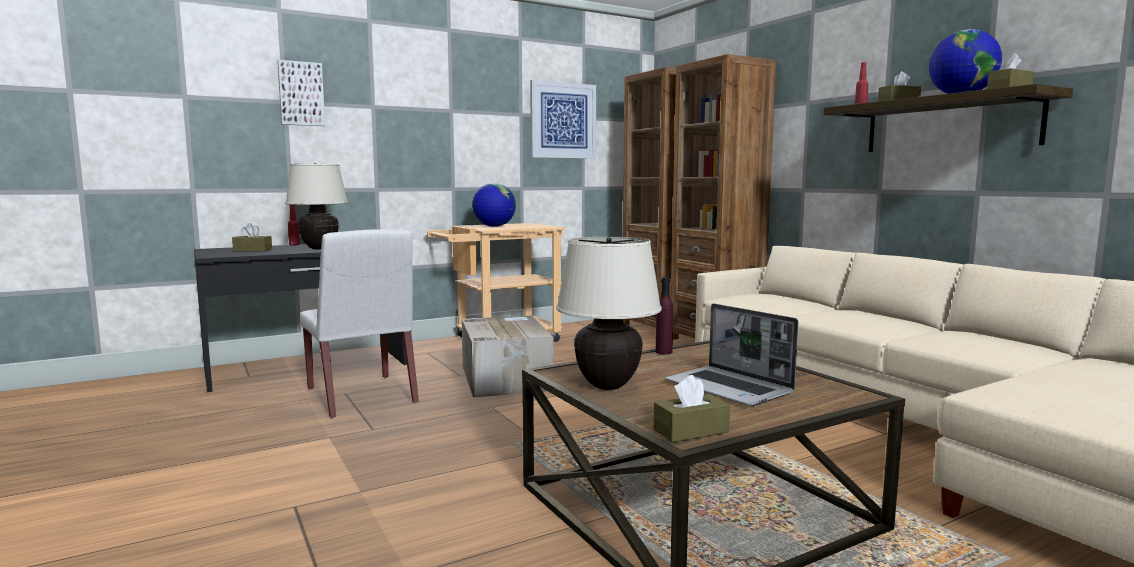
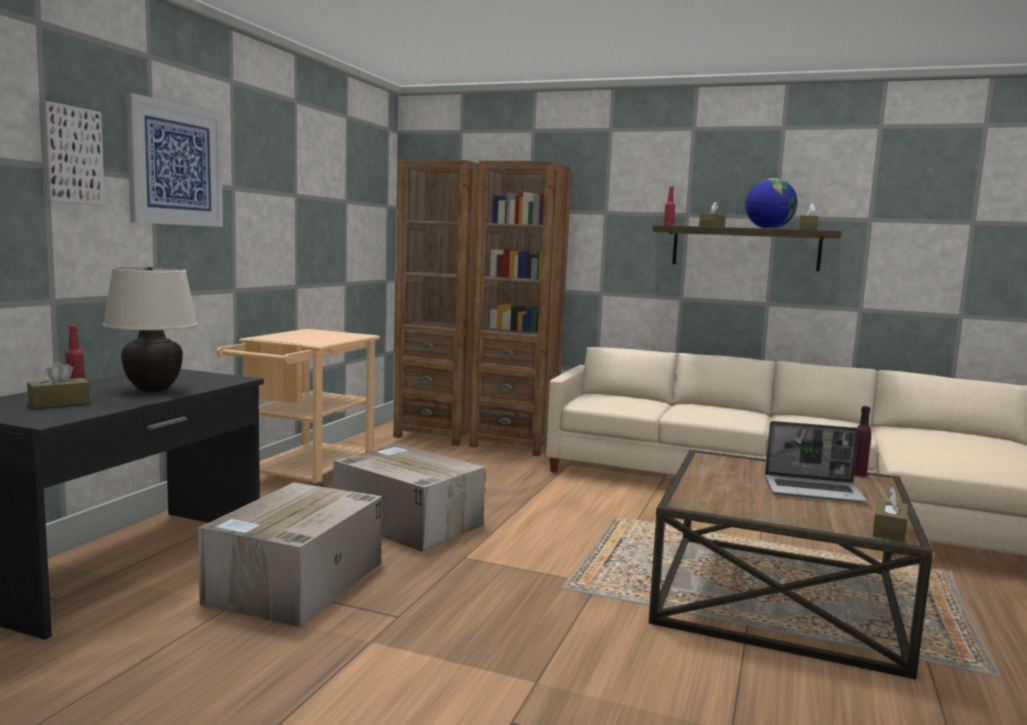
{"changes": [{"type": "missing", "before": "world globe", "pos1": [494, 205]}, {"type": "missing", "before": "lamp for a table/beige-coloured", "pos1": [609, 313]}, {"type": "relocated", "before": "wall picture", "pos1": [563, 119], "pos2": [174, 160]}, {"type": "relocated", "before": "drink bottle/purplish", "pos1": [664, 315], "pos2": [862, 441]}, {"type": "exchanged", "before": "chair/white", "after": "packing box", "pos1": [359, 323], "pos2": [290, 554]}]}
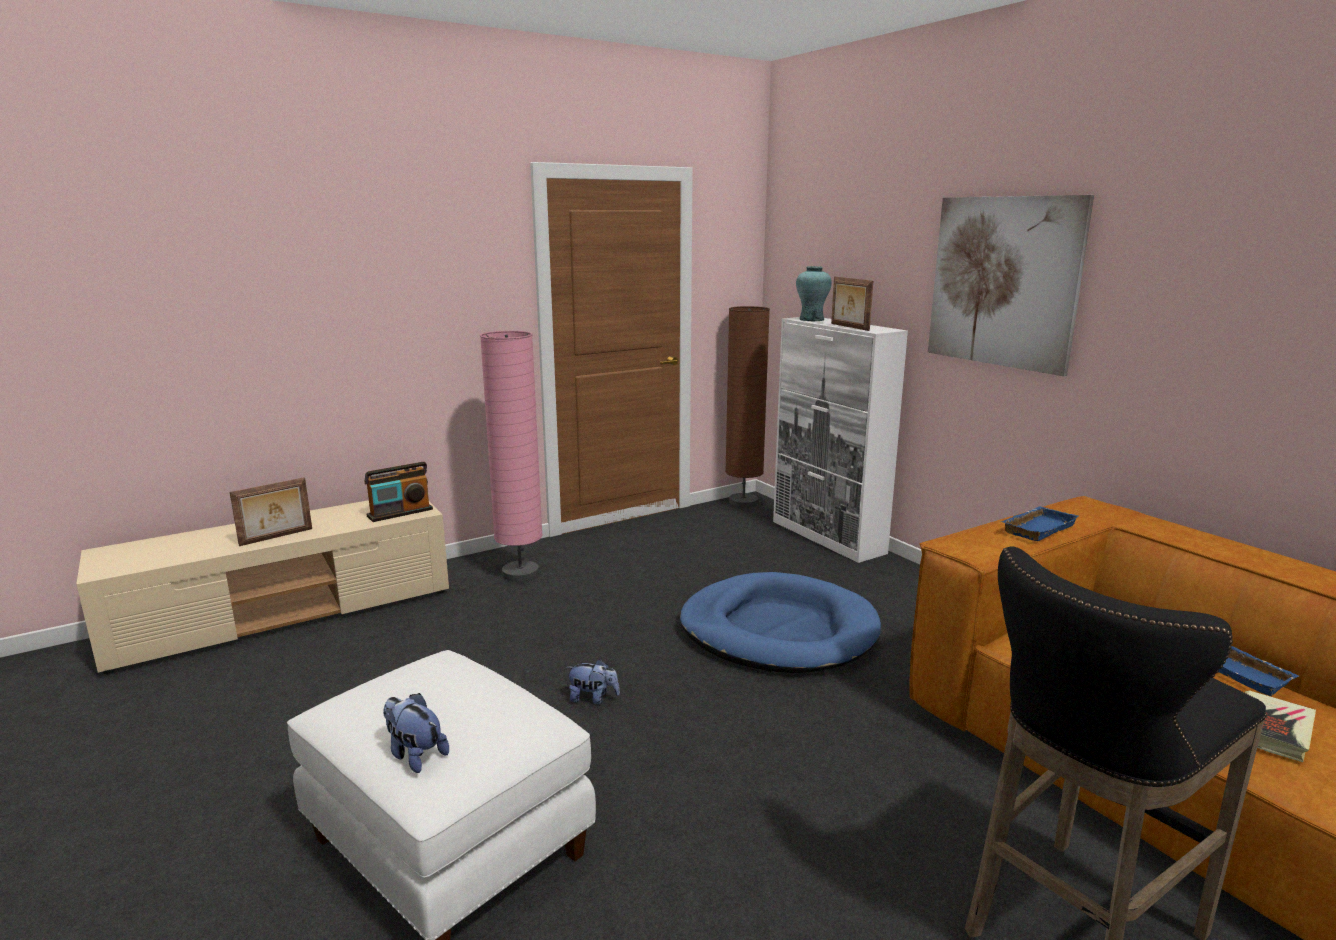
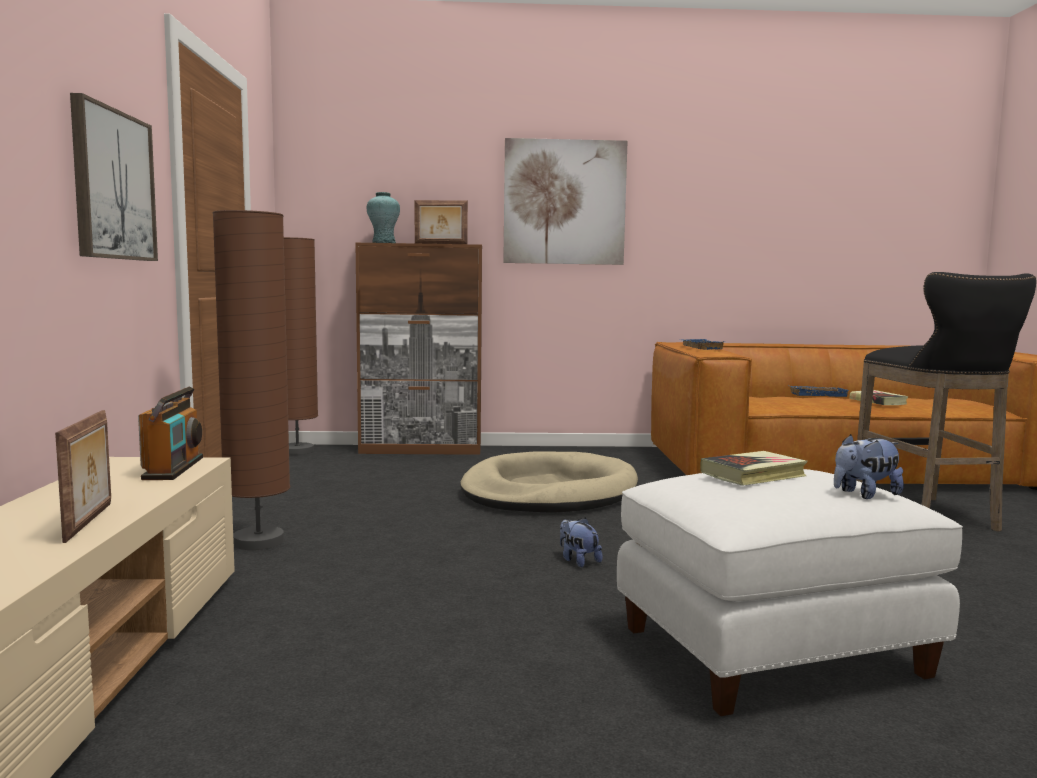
{"changes": [{"type": "appeared", "after": "wall picture", "pos2": [114, 177]}, {"type": "appeared", "after": "volume", "pos2": [754, 468]}, {"type": "colour", "before": "standing lamp/pink-coloured", "after": "standing lamp/brownish", "pos1": [511, 456], "pos2": [251, 380]}, {"type": "colour", "before": "dog bed/blue", "after": "dog bed/beige-coloured", "pos1": [780, 622], "pos2": [549, 482]}, {"type": "colour", "before": "cabinet/white", "after": "cabinet/brownish", "pos1": [840, 440], "pos2": [418, 349]}, {"type": "spun", "before": "plush toy", "pos1": [593, 681], "pos2": [581, 542], "turn": -75}]}
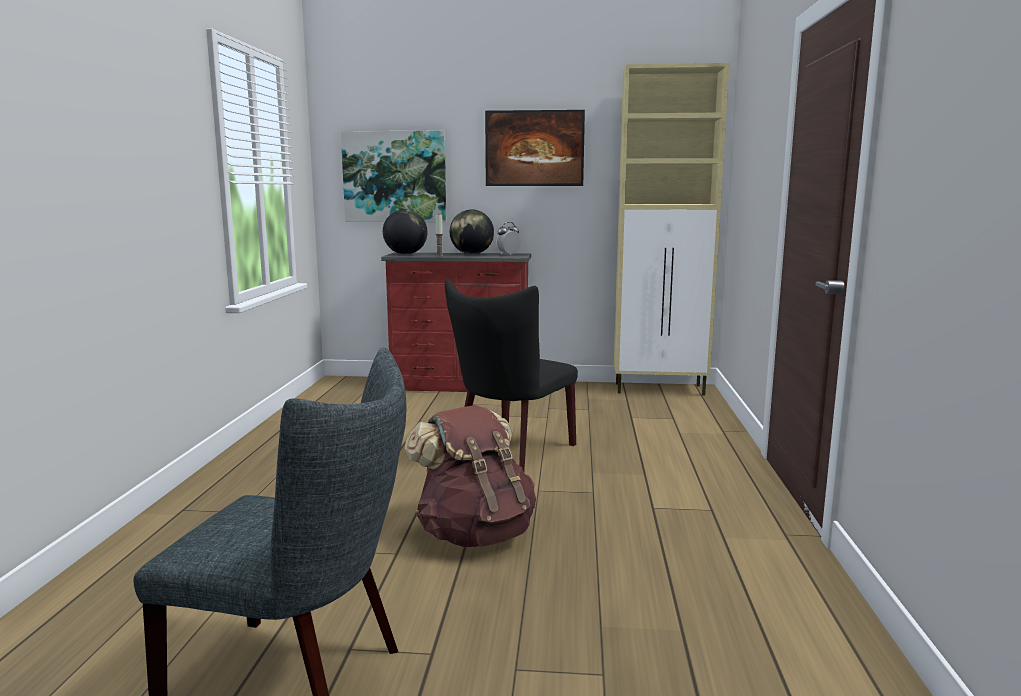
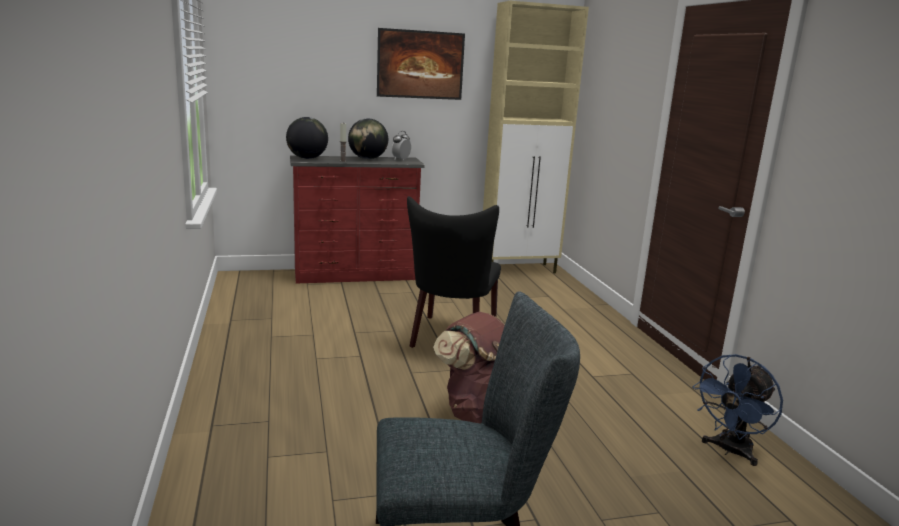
{"changes": [{"type": "missing", "before": "wall picture", "pos1": [393, 176]}, {"type": "appeared", "after": "fan/blue", "pos2": [738, 410]}]}
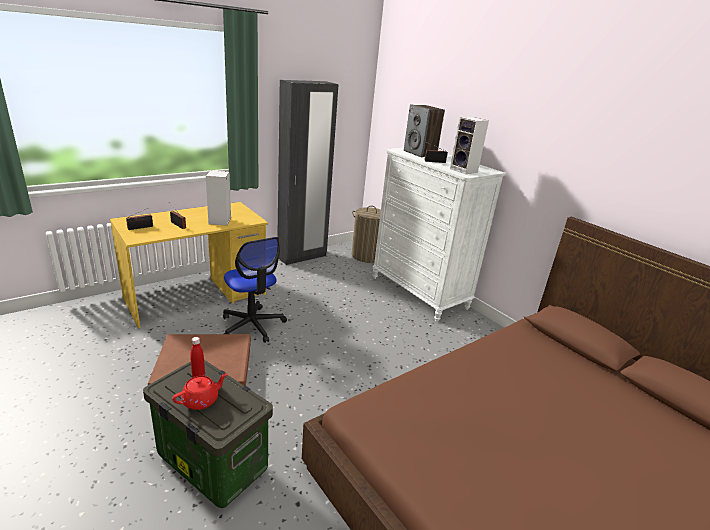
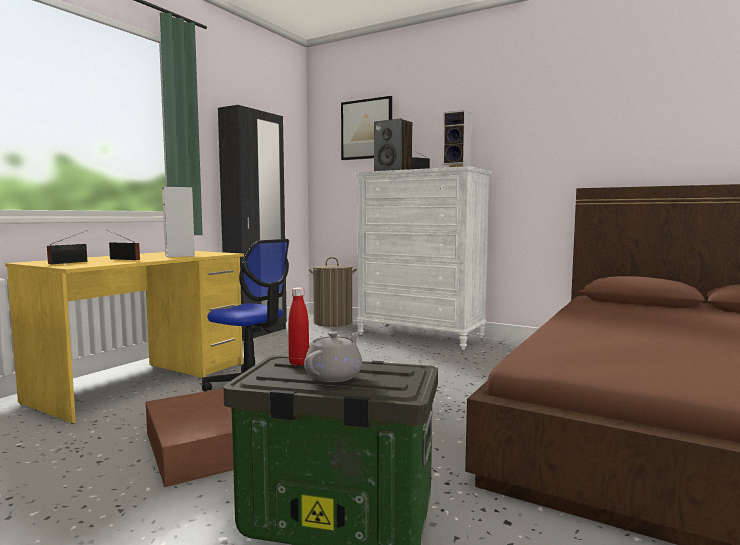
{"changes": [{"type": "appeared", "after": "wall picture", "pos2": [366, 128]}, {"type": "colour", "before": "tea pot/red", "after": "tea pot/greyish", "pos1": [200, 391], "pos2": [333, 356]}]}
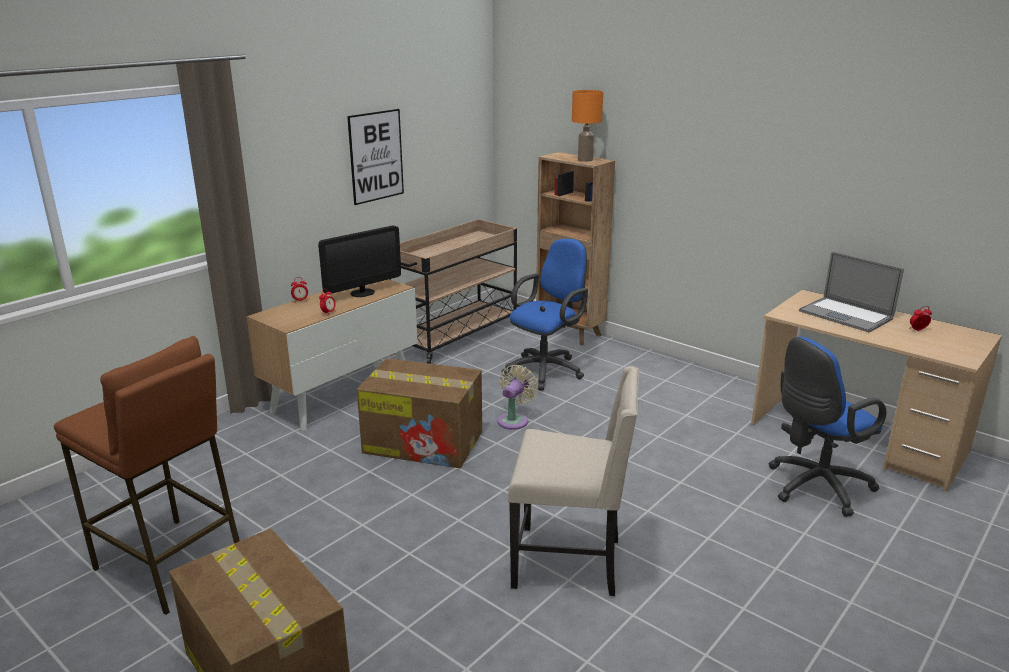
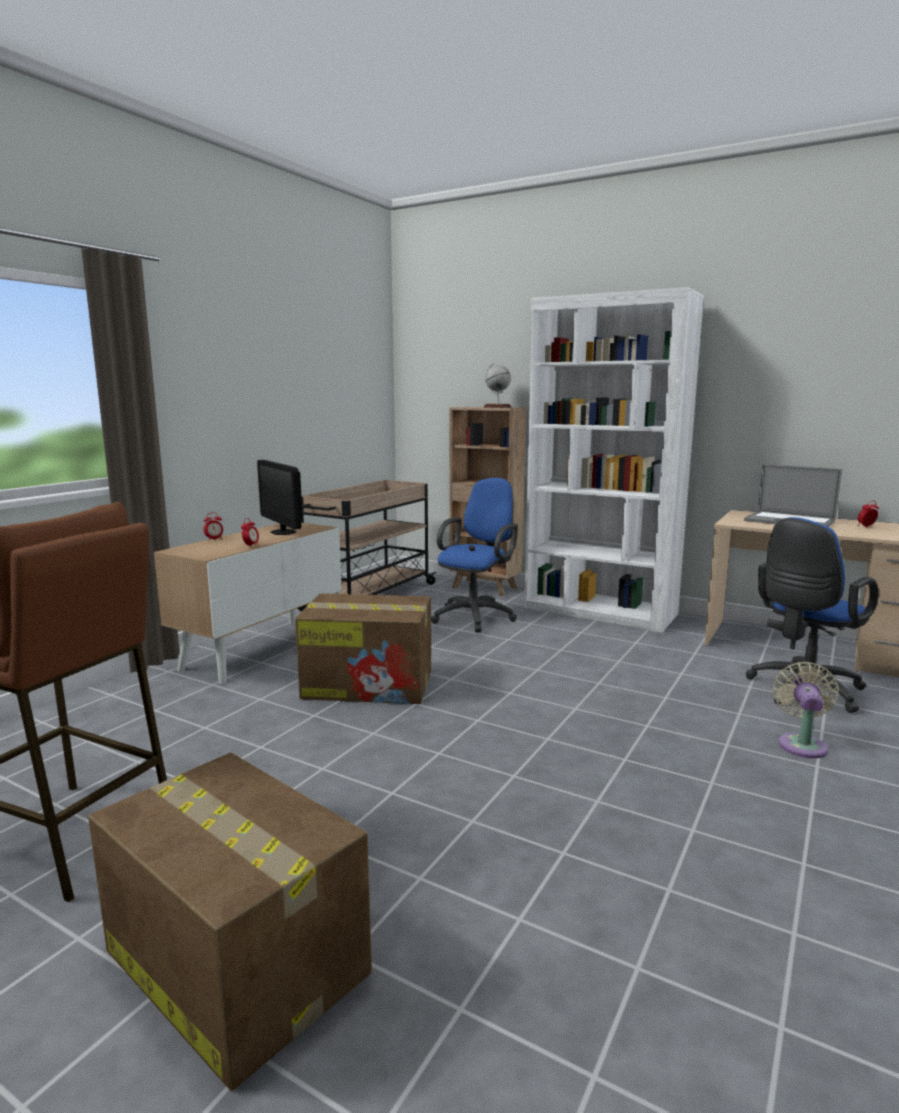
{"changes": [{"type": "missing", "before": "wall picture", "pos1": [375, 157]}, {"type": "missing", "before": "chair/beige-coloured", "pos1": [573, 481]}, {"type": "appeared", "after": "bookcase/white", "pos2": [614, 460]}, {"type": "relocated", "before": "fan/beige-coloured", "pos1": [517, 397], "pos2": [806, 710]}, {"type": "exchanged", "before": "lamp for a table/orange", "after": "world globe", "pos1": [587, 126], "pos2": [498, 386]}, {"type": "spun", "before": "computer screen", "pos1": [359, 261], "pos2": [280, 497], "turn": 105}]}
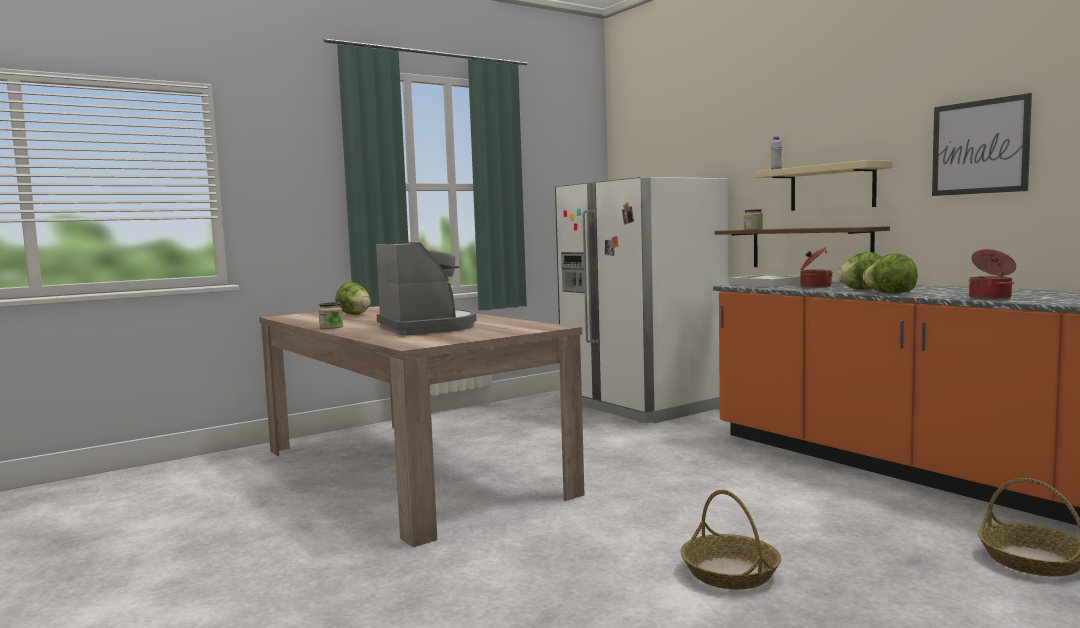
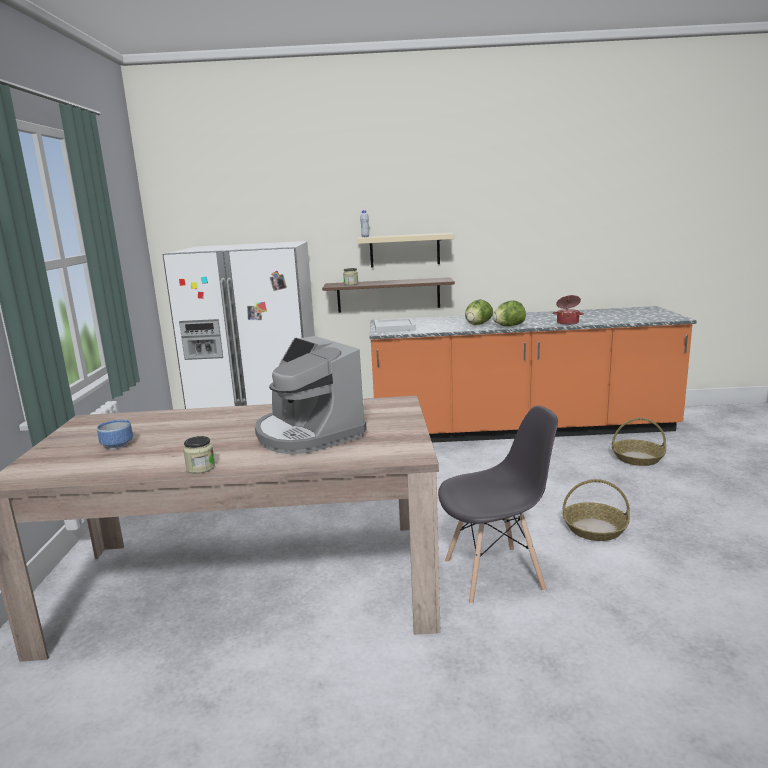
{"changes": [{"type": "missing", "before": "saucepot", "pos1": [816, 267]}, {"type": "missing", "before": "wall picture", "pos1": [982, 144]}, {"type": "appeared", "after": "chair/greyish", "pos2": [498, 505]}, {"type": "exchanged", "before": "head of lettuce", "after": "bowl", "pos1": [353, 298], "pos2": [115, 434]}, {"type": "spun", "before": "coffee maker", "pos1": [426, 288], "pos2": [311, 395], "turn": -135}]}
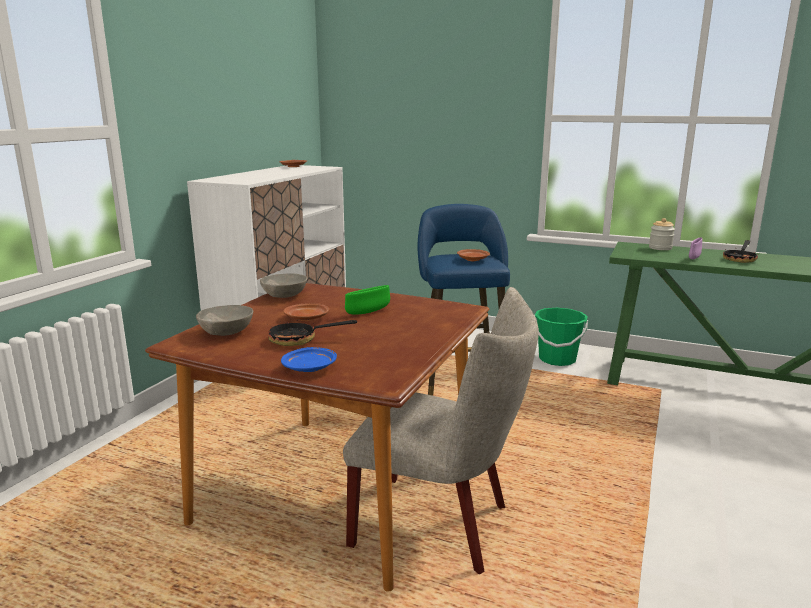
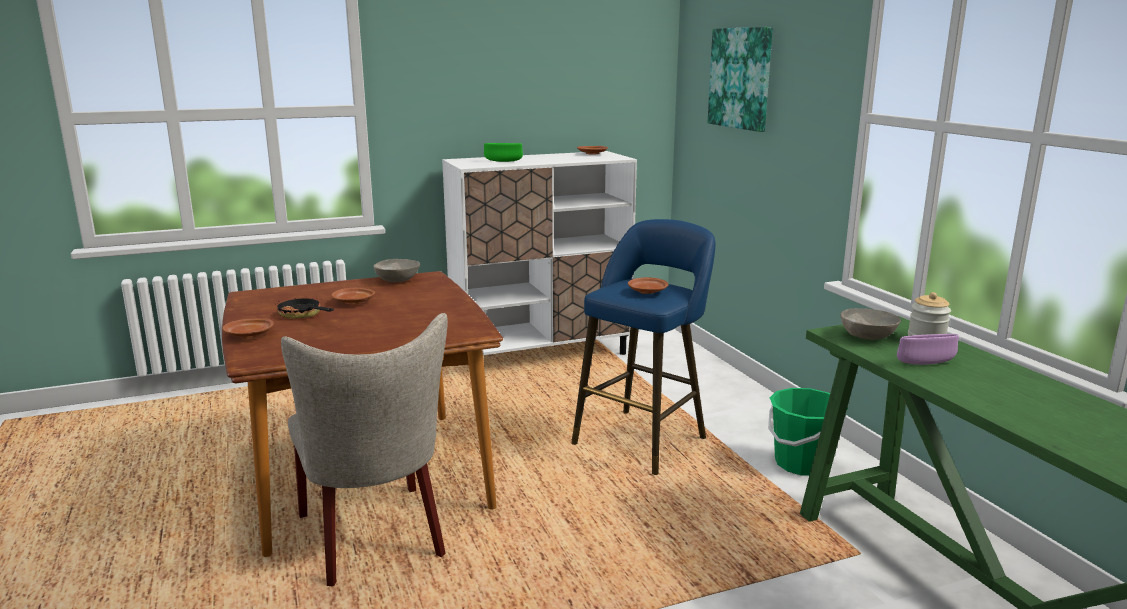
{"changes": [{"type": "missing", "before": "pan", "pos1": [740, 251]}, {"type": "appeared", "after": "wall picture", "pos2": [740, 79]}, {"type": "relocated", "before": "bowl/greyish", "pos1": [224, 320], "pos2": [870, 324]}, {"type": "relocated", "before": "bowl/green", "pos1": [367, 300], "pos2": [503, 152]}, {"type": "colour", "before": "plate/blue", "after": "plate/brownish", "pos1": [309, 359], "pos2": [248, 328]}]}
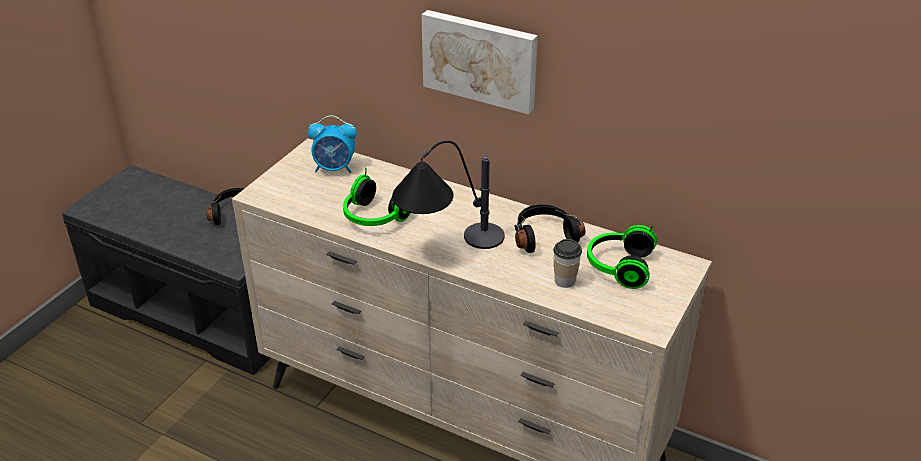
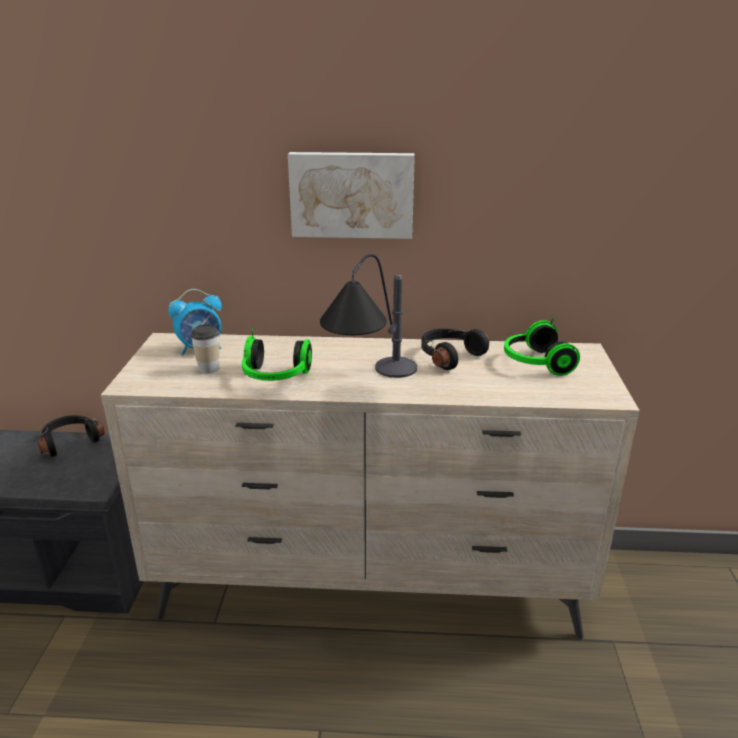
{"changes": [{"type": "relocated", "before": "cup", "pos1": [567, 263], "pos2": [205, 349]}]}
